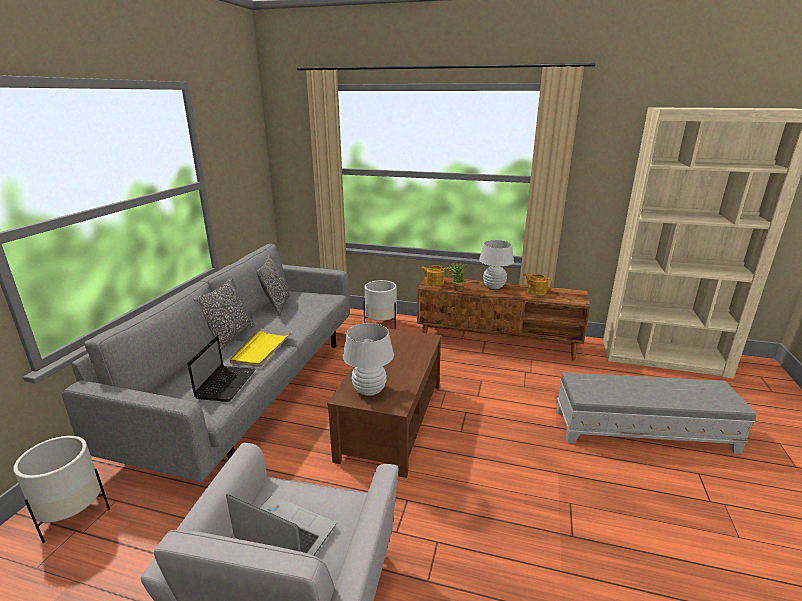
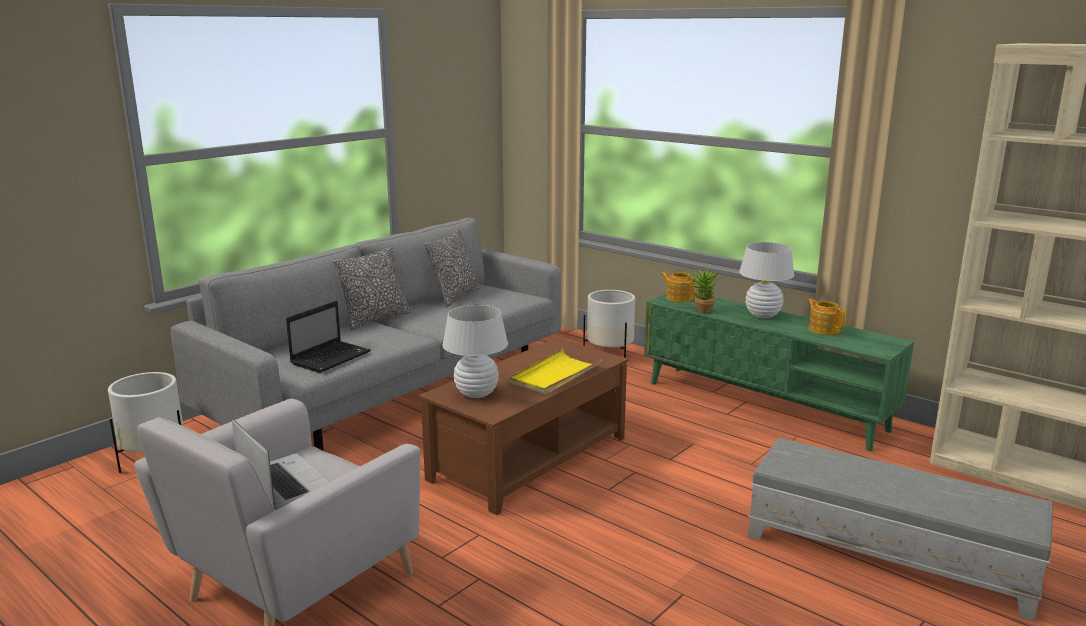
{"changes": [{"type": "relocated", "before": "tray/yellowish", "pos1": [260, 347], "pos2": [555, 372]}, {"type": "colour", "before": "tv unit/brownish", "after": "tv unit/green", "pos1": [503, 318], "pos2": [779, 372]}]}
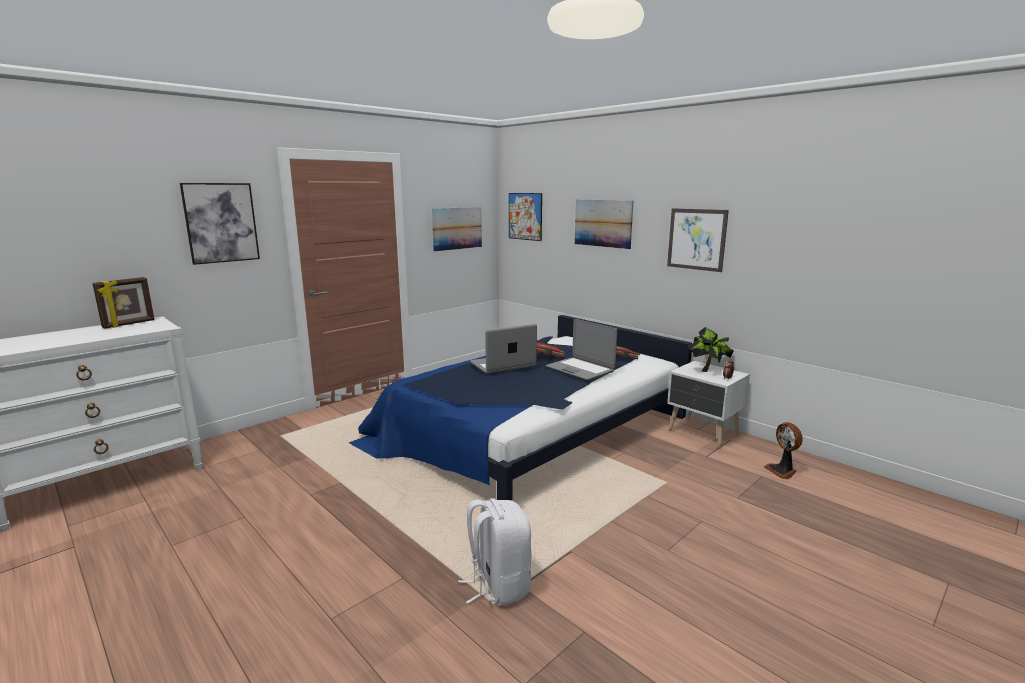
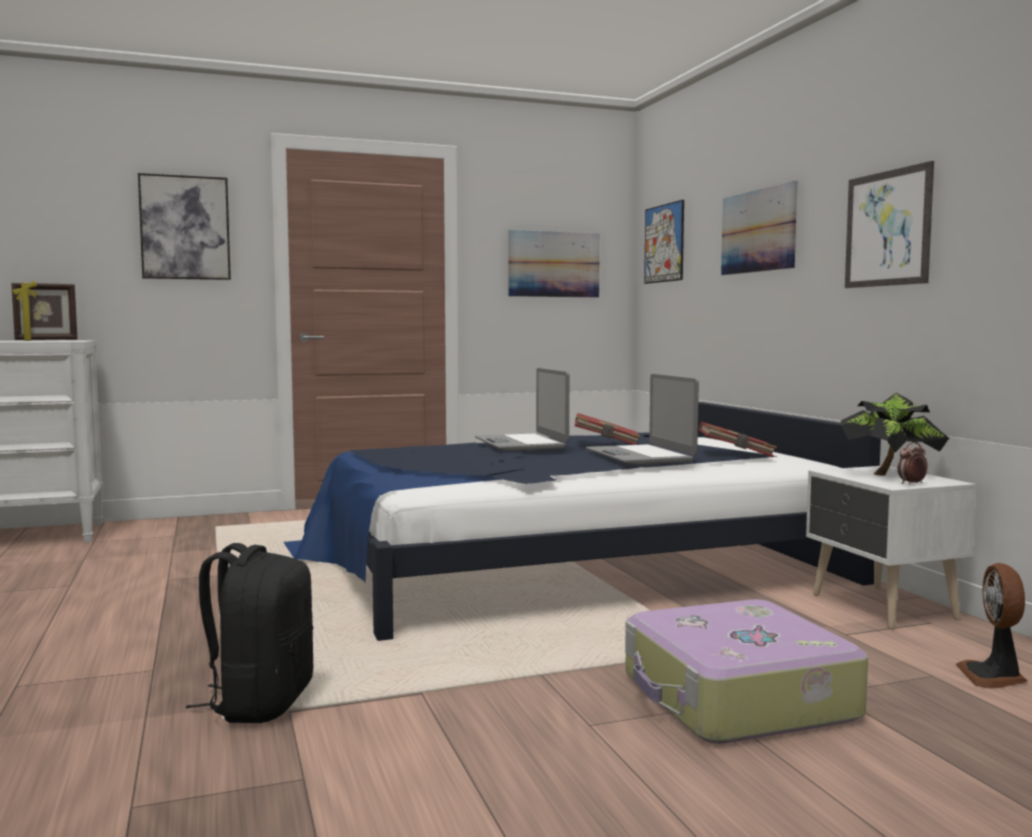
{"changes": [{"type": "appeared", "after": "travel case", "pos2": [746, 671]}, {"type": "colour", "before": "knapsack/white", "after": "knapsack/blackish", "pos1": [495, 552], "pos2": [249, 633]}, {"type": "spun", "before": "portable computer", "pos1": [503, 349], "pos2": [522, 409], "turn": -105}]}
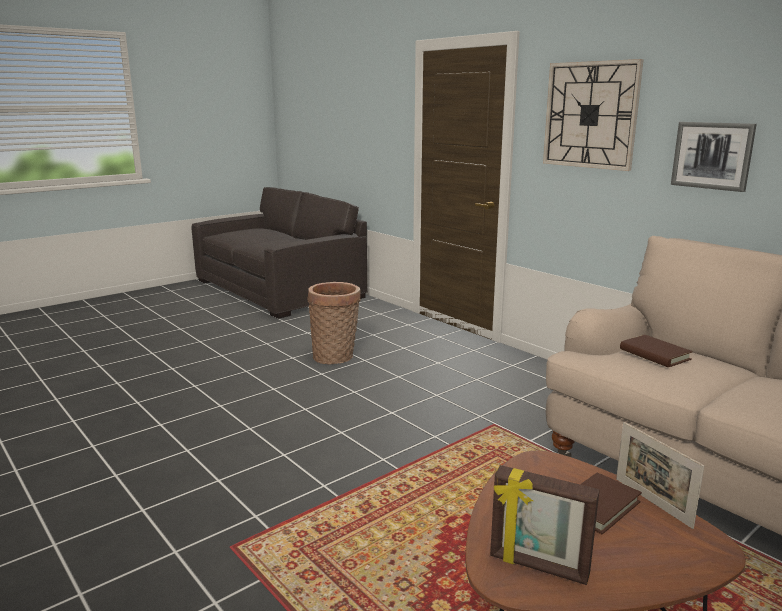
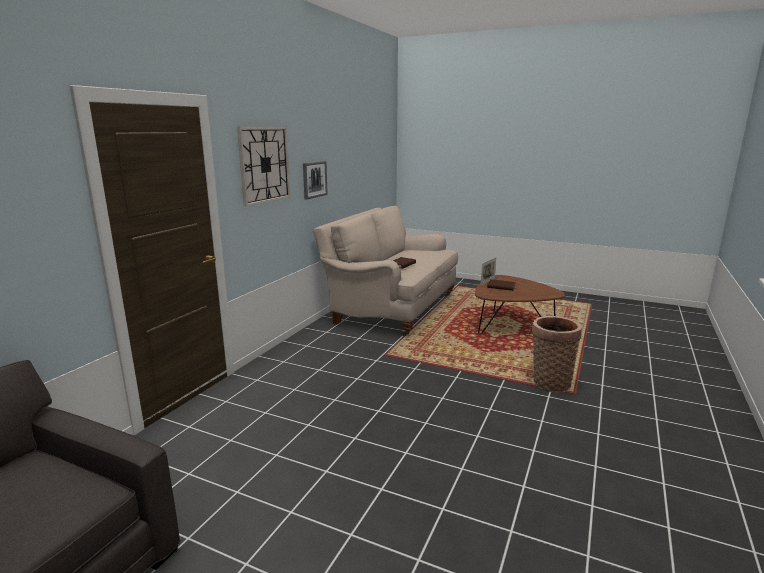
{"changes": [{"type": "missing", "before": "photo frame", "pos1": [545, 525]}, {"type": "relocated", "before": "basket", "pos1": [334, 323], "pos2": [557, 354]}]}
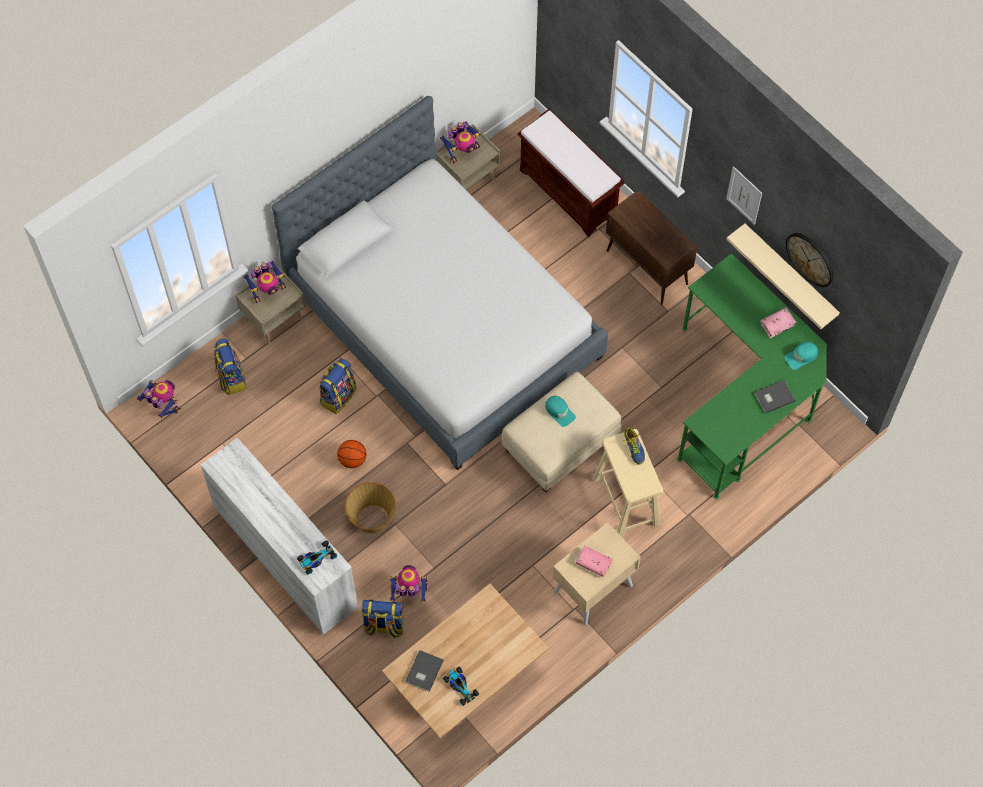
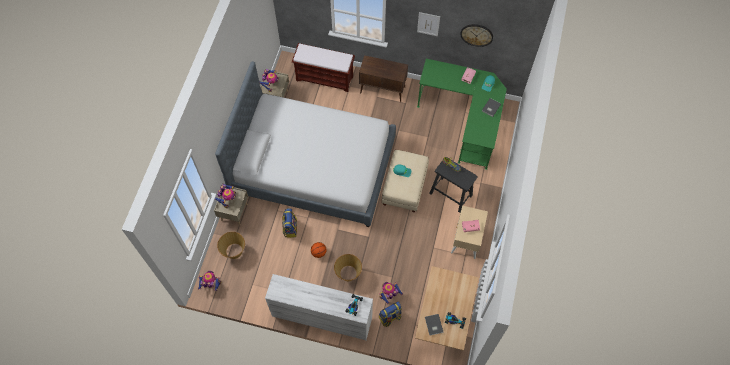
{"changes": [{"type": "missing", "before": "shelf/beige-coloured", "pos1": [783, 276]}, {"type": "exchanged", "before": "knapsack", "after": "basket", "pos1": [230, 366], "pos2": [231, 245]}, {"type": "colour", "before": "stool/beige-coloured", "after": "stool/blackish", "pos1": [628, 483], "pos2": [453, 185]}]}
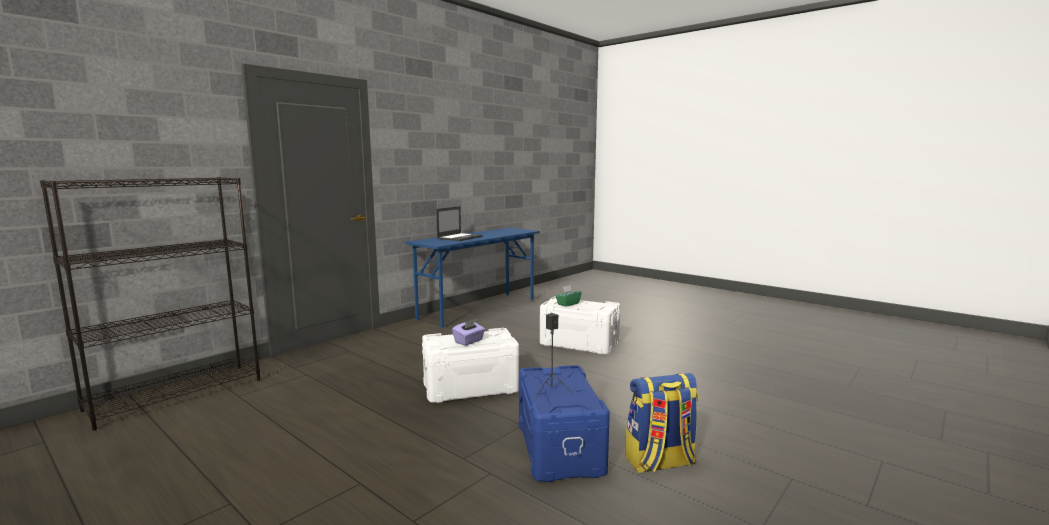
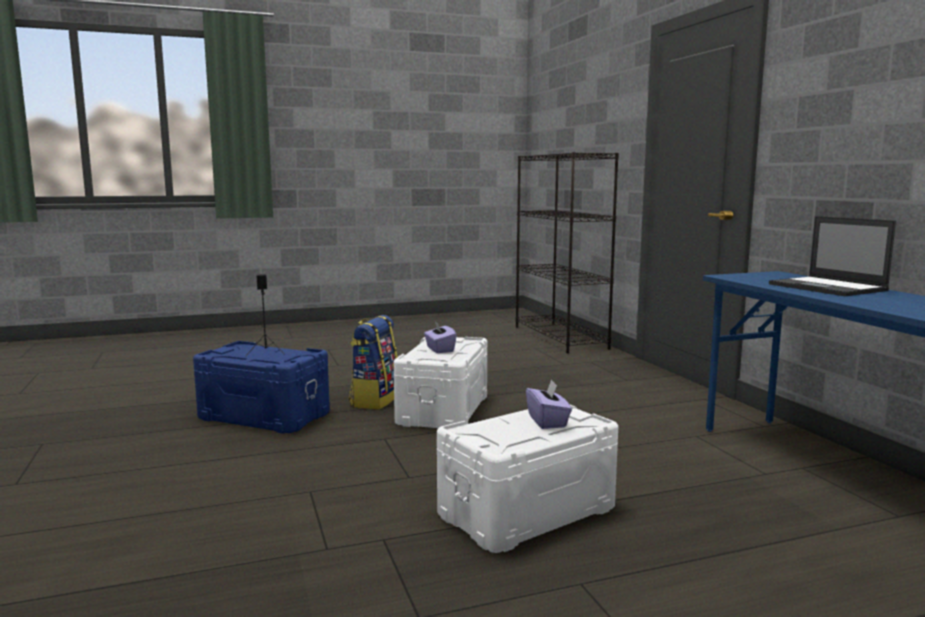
{"changes": [{"type": "relocated", "before": "knapsack", "pos1": [662, 423], "pos2": [373, 362]}, {"type": "colour", "before": "tissue holder/green", "after": "tissue holder/purplish", "pos1": [569, 296], "pos2": [549, 404]}]}
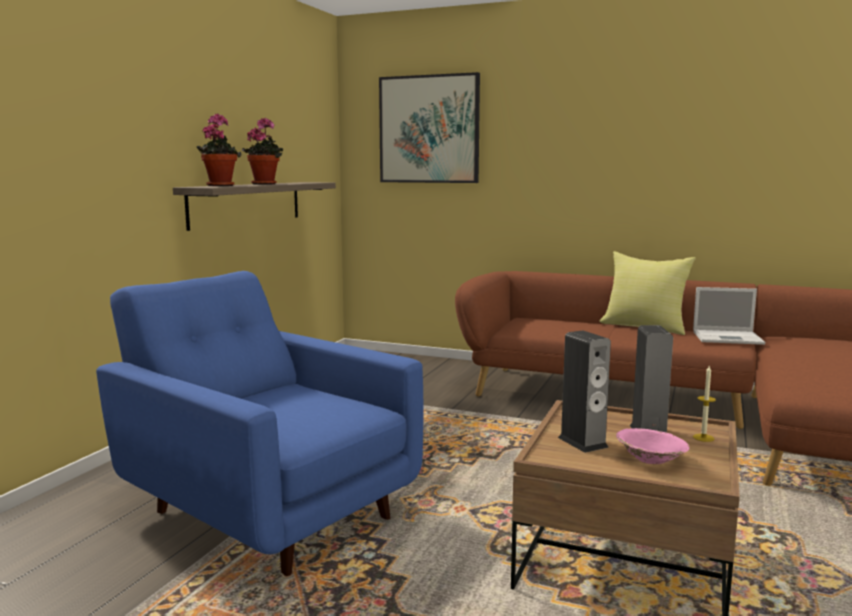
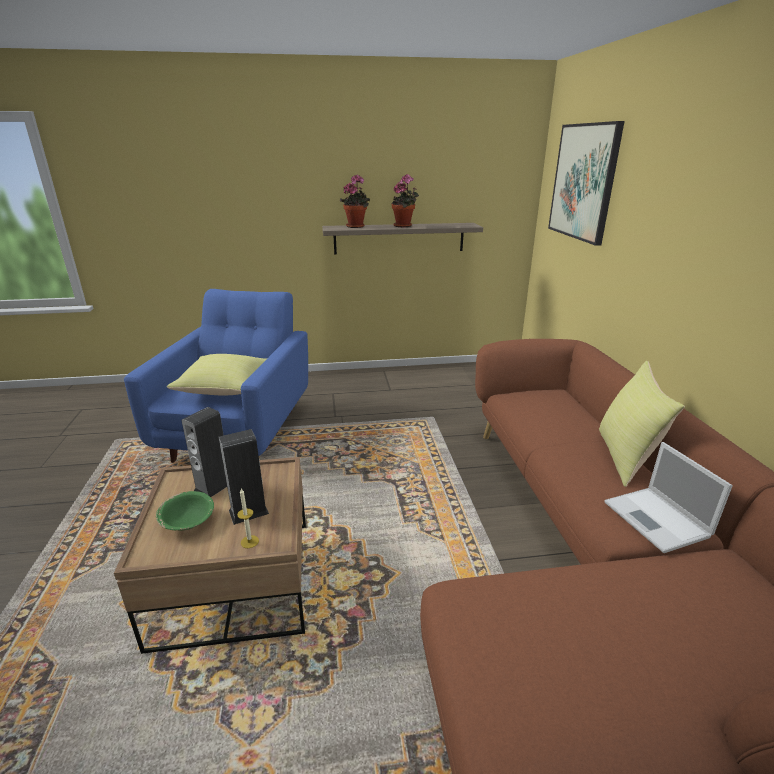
{"changes": [{"type": "appeared", "after": "throw pillow/yellowish", "pos2": [216, 374]}, {"type": "colour", "before": "bowl/pink-coloured", "after": "bowl/green", "pos1": [652, 446], "pos2": [185, 511]}]}
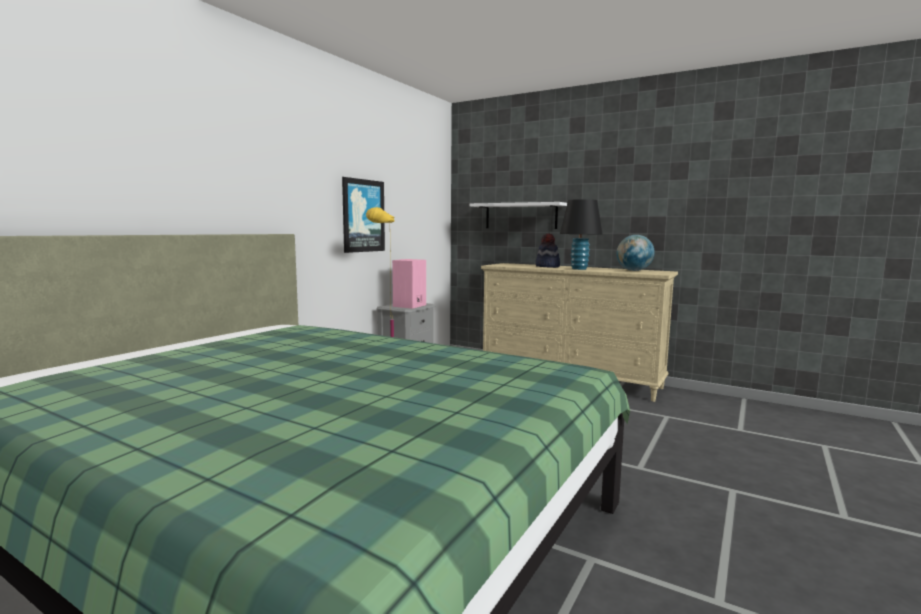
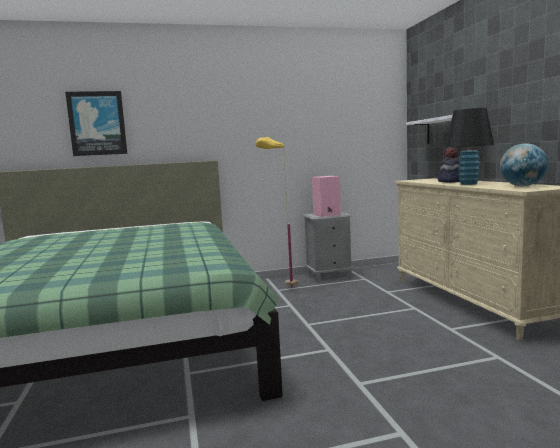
{"changes": [{"type": "relocated", "before": "wall picture", "pos1": [363, 215], "pos2": [96, 123]}]}
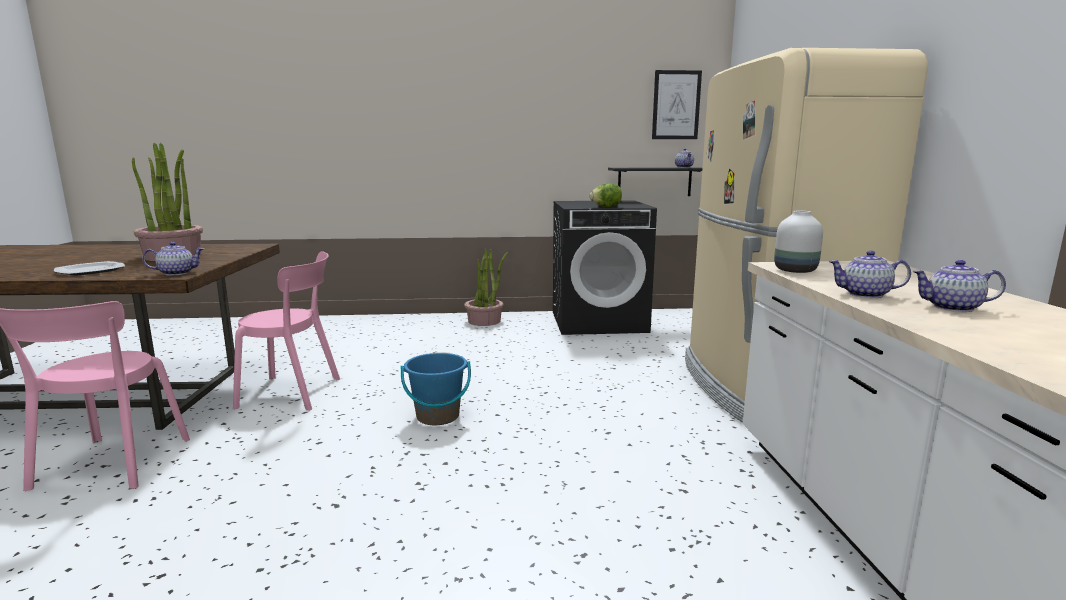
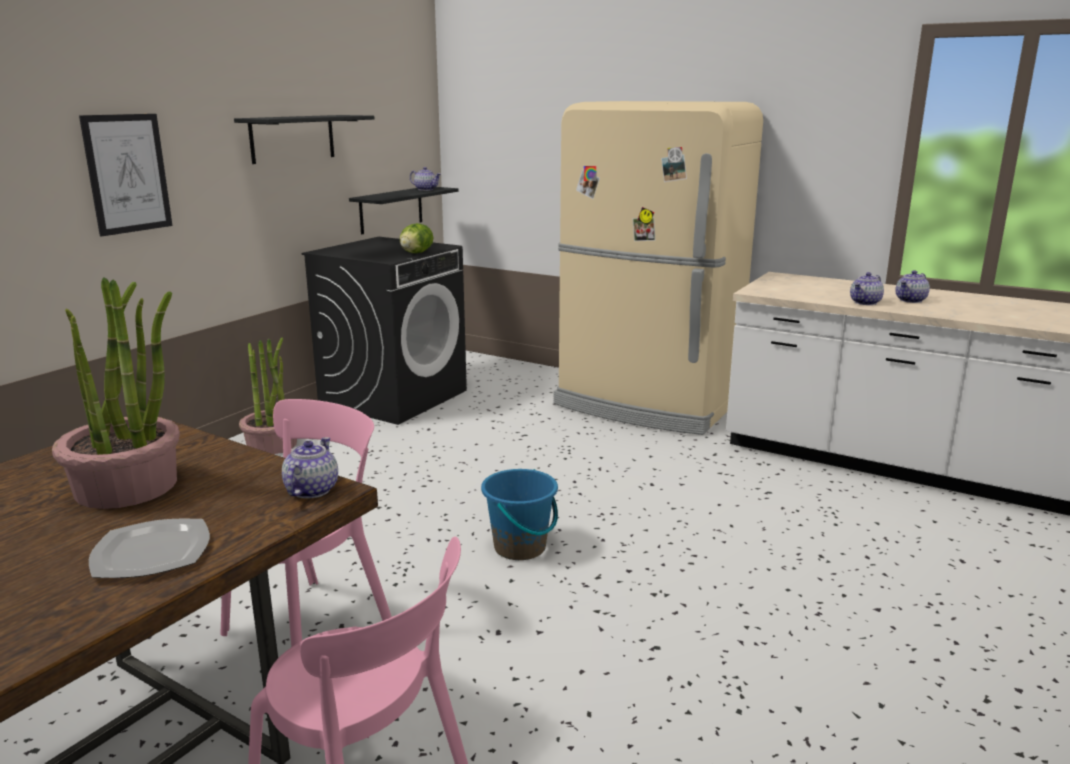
{"changes": [{"type": "missing", "before": "flower vase/white", "pos1": [798, 242]}, {"type": "appeared", "after": "shelf/blackish", "pos2": [304, 139]}, {"type": "relocated", "before": "wall picture", "pos1": [677, 104], "pos2": [126, 175]}]}
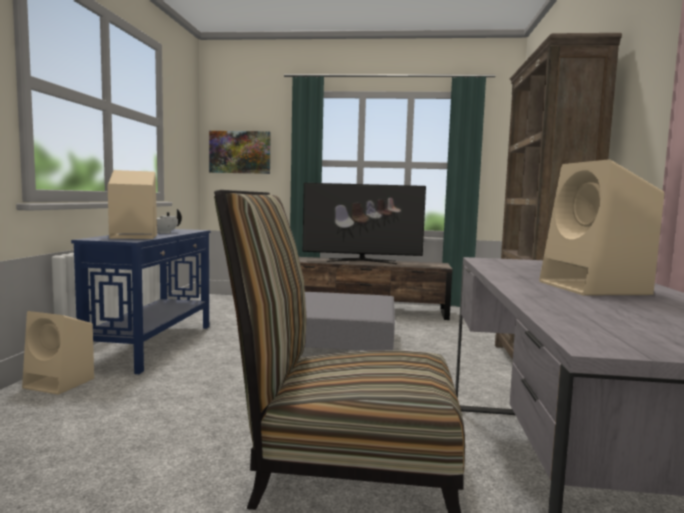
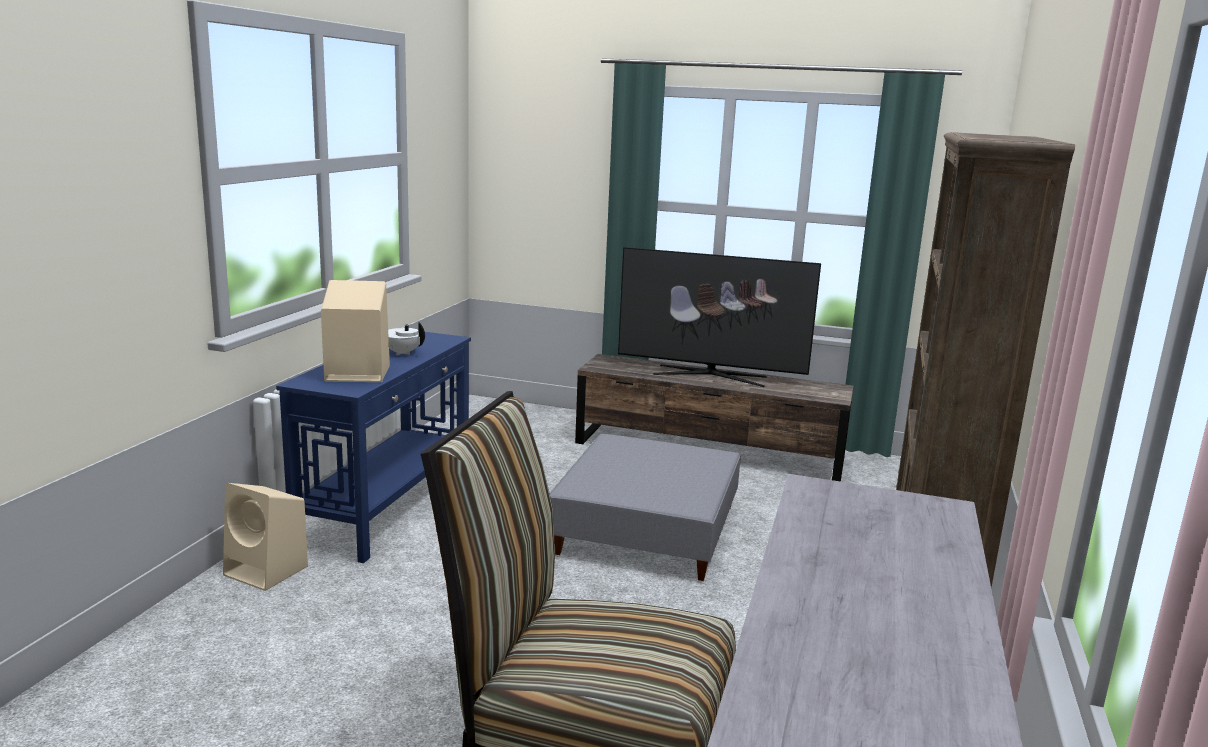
{"changes": [{"type": "missing", "before": "wall picture", "pos1": [240, 152]}, {"type": "missing", "before": "audio speaker/beige-coloured", "pos1": [601, 227]}]}
